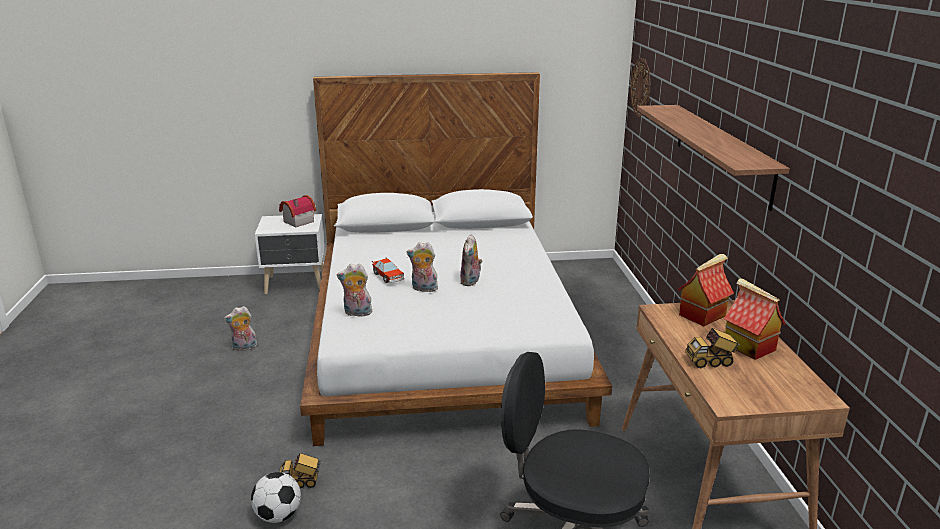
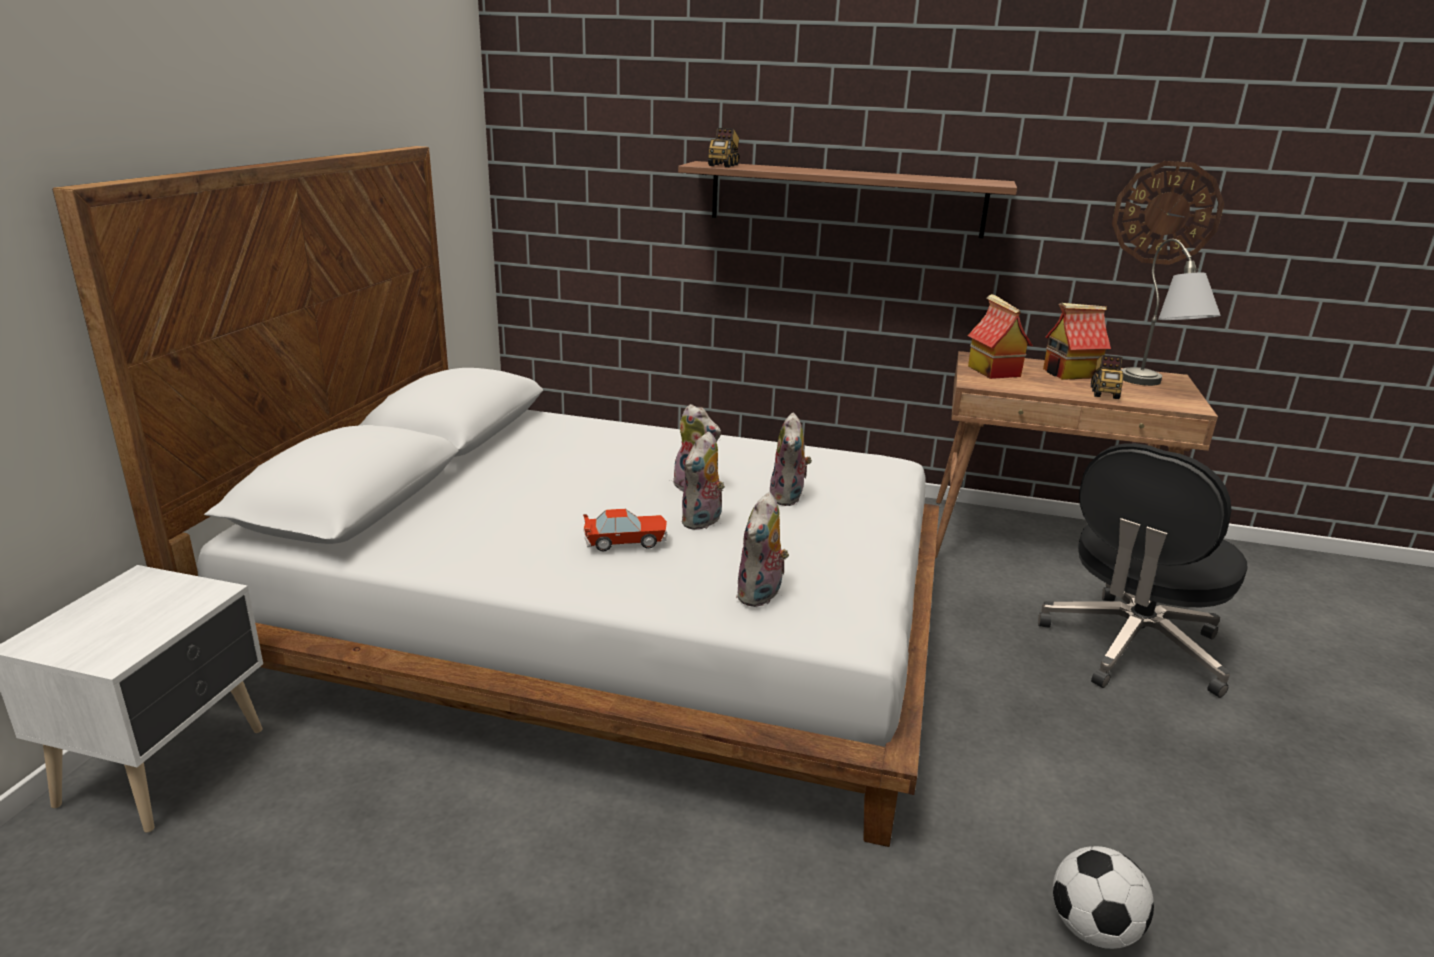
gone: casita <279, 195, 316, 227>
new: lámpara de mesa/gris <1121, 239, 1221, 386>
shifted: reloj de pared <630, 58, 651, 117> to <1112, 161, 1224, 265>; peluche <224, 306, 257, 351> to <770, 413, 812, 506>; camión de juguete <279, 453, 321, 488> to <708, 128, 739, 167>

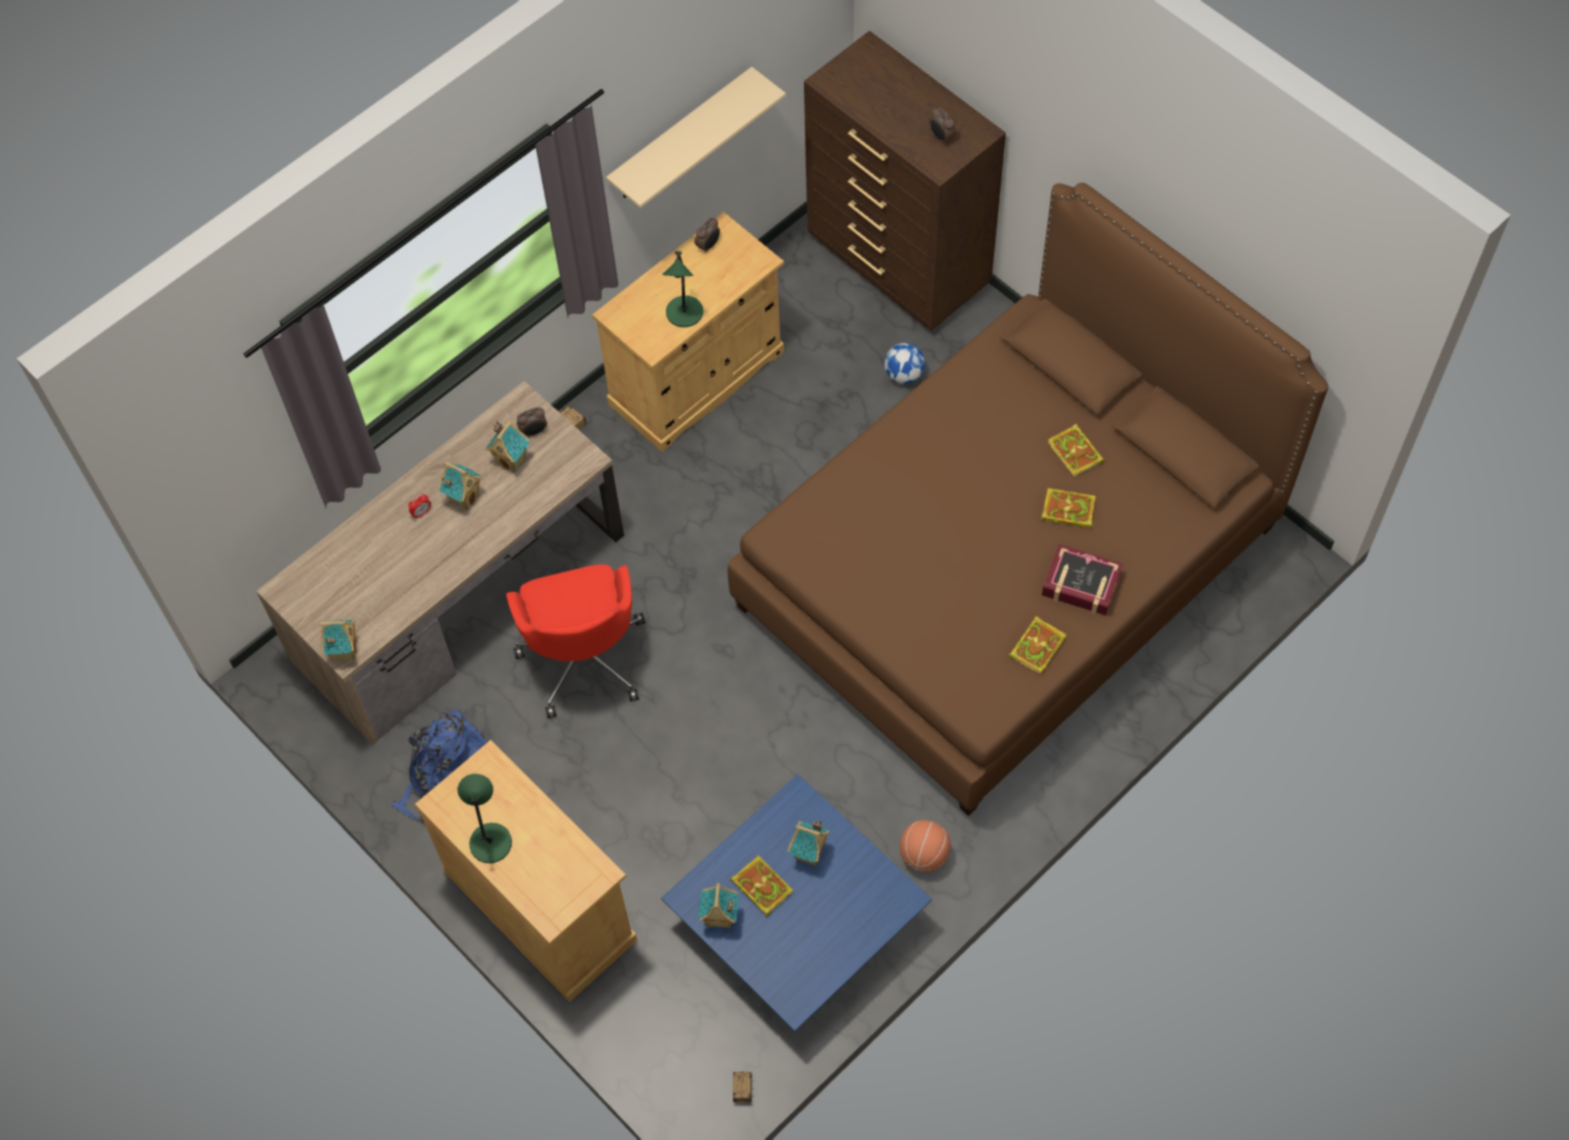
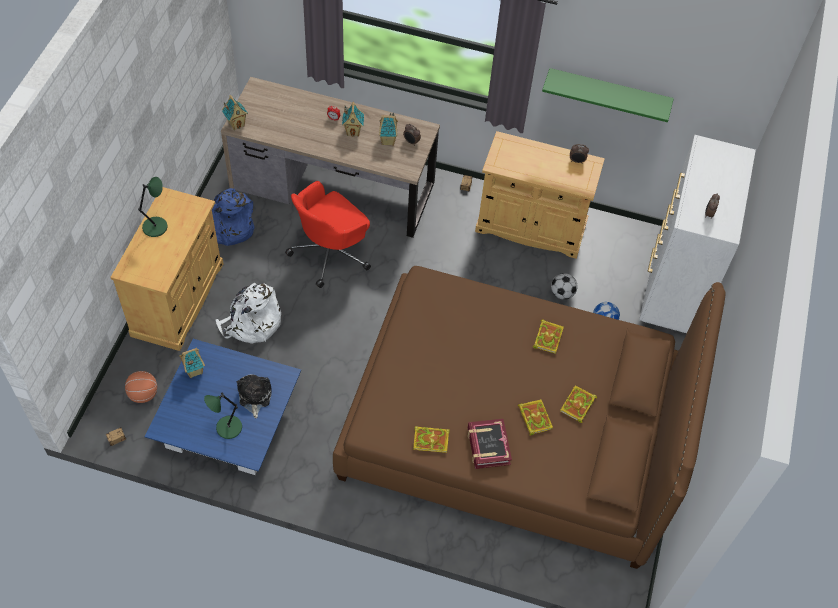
new: balón de fútbol <551, 273, 577, 300>; mochila/blanco <215, 283, 281, 344>
shifted: lámpara de mesa/verde <662, 251, 703, 327> to <204, 392, 242, 439>; balón de baloncesto <900, 820, 951, 872> to <125, 371, 157, 403>; libro <730, 856, 793, 917> to <533, 319, 564, 354>
swapped: casita <787, 820, 830, 866> to peluche <237, 375, 272, 418>
repainted: cómoda/marrón <804, 31, 1006, 331> to cómoda/blanco <639, 135, 756, 333>; estante/beis <606, 67, 786, 208> to estante/verde <542, 68, 674, 122>

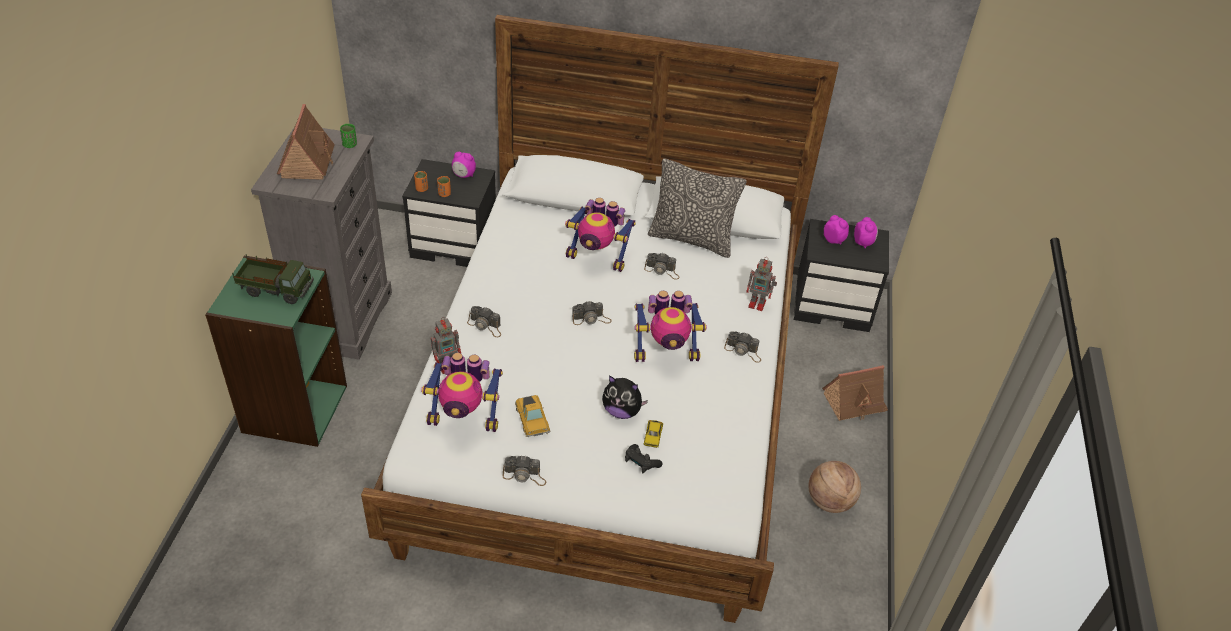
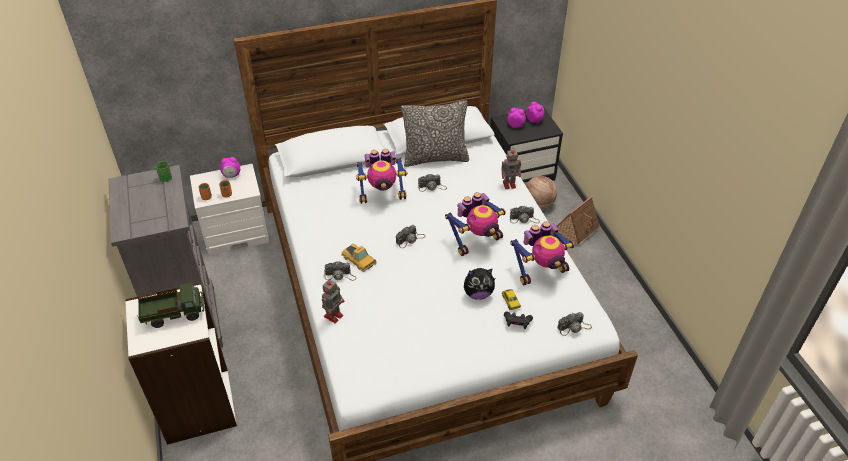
gone: casita <277, 104, 335, 180>
shifted: robot de juguete <421, 353, 503, 432> to <510, 222, 574, 285>; coche de juguete <515, 395, 551, 437> to <341, 244, 377, 272>; cámara <503, 456, 546, 486> to <557, 312, 592, 336>; balón de baloncesto <808, 461, 861, 513> to <526, 176, 557, 209>
repainted: mesita de noche/negro <402, 159, 496, 267> to mesita de noche/blanco <190, 164, 269, 255>; estantería/verde <205, 255, 347, 447> to estantería/blanco <125, 282, 237, 445>

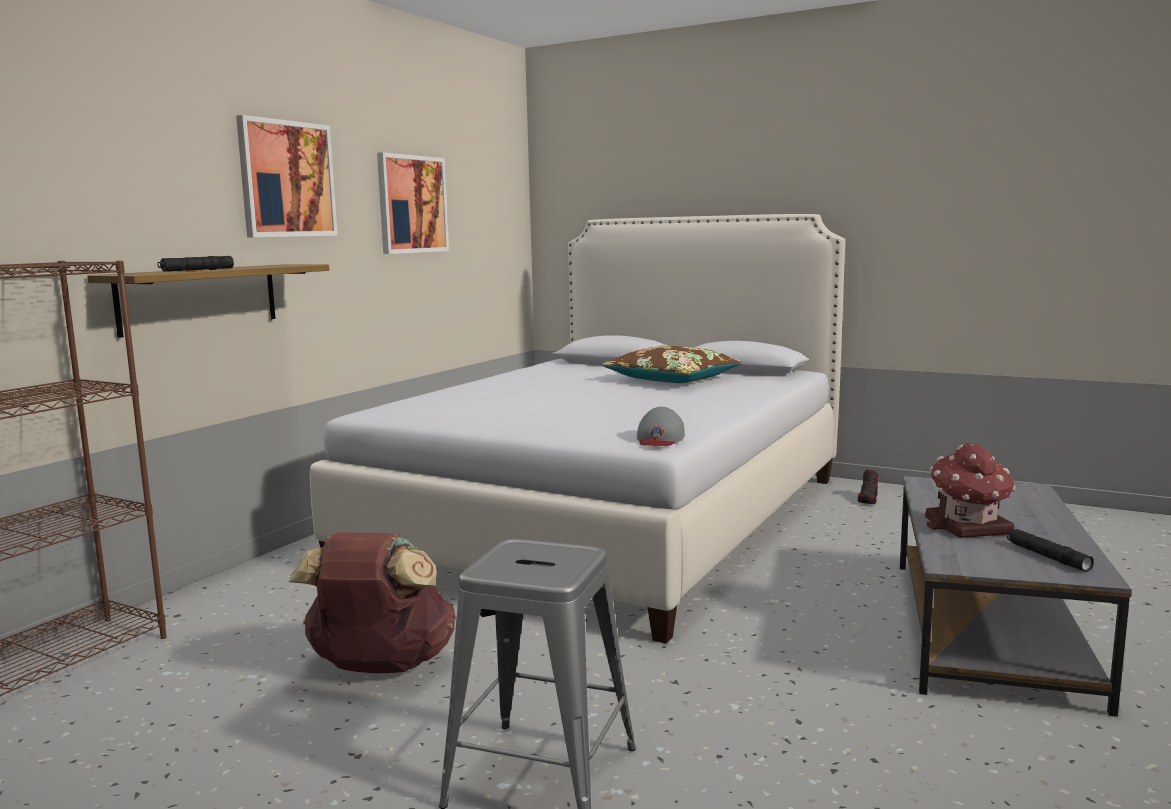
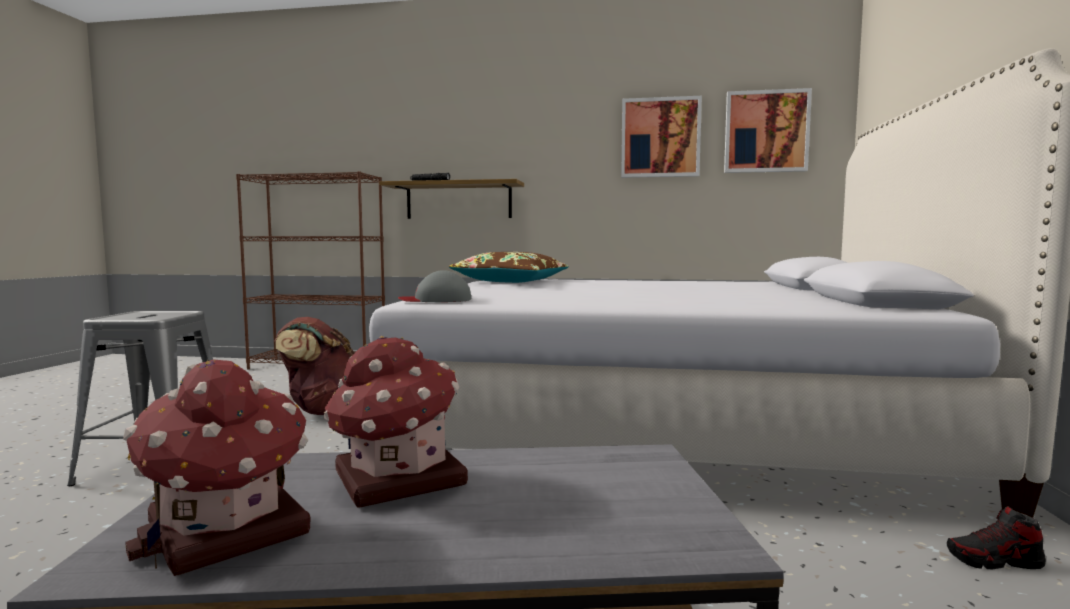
shifted: cuadro <236, 115, 338, 238> to <724, 88, 812, 173>; cojín/marrón <602, 346, 743, 383> to <449, 252, 569, 283>
swapped: linterna/negro <1007, 529, 1094, 572> to casita <123, 359, 310, 576>

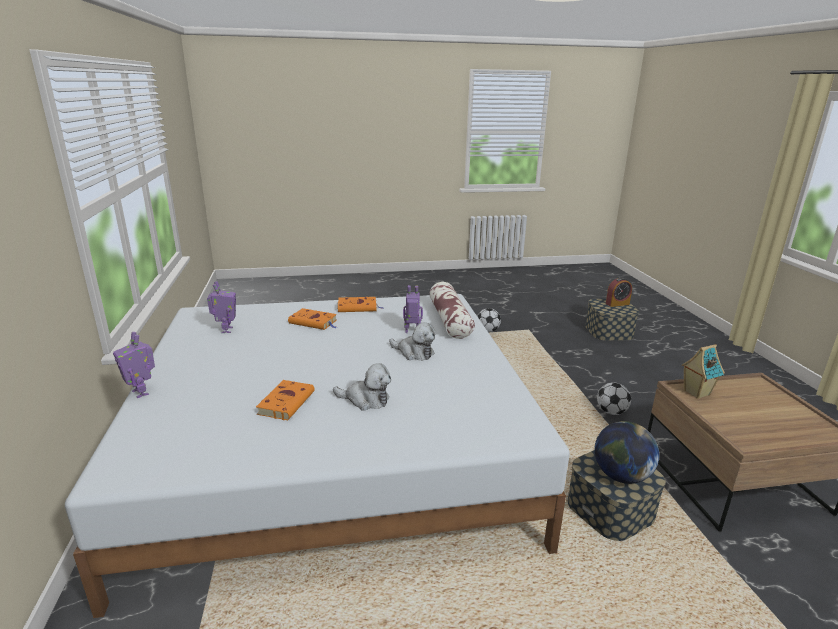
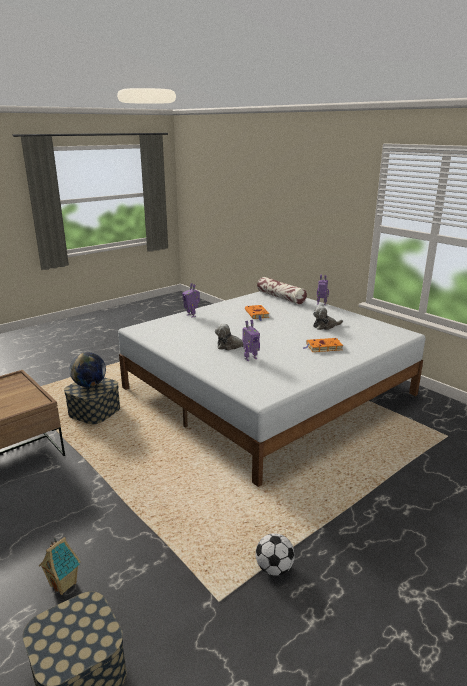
gone: despertador <606, 278, 632, 307>; libro/naranja <337, 297, 383, 312>; balón de fútbol <597, 382, 631, 415>
shifted: robot de juguete <207, 281, 236, 333> to <182, 283, 200, 318>; cojín <430, 282, 475, 339> to <257, 277, 307, 305>; casita <682, 344, 725, 399> to <39, 537, 81, 595>; peluche <333, 363, 391, 411> to <313, 306, 343, 330>

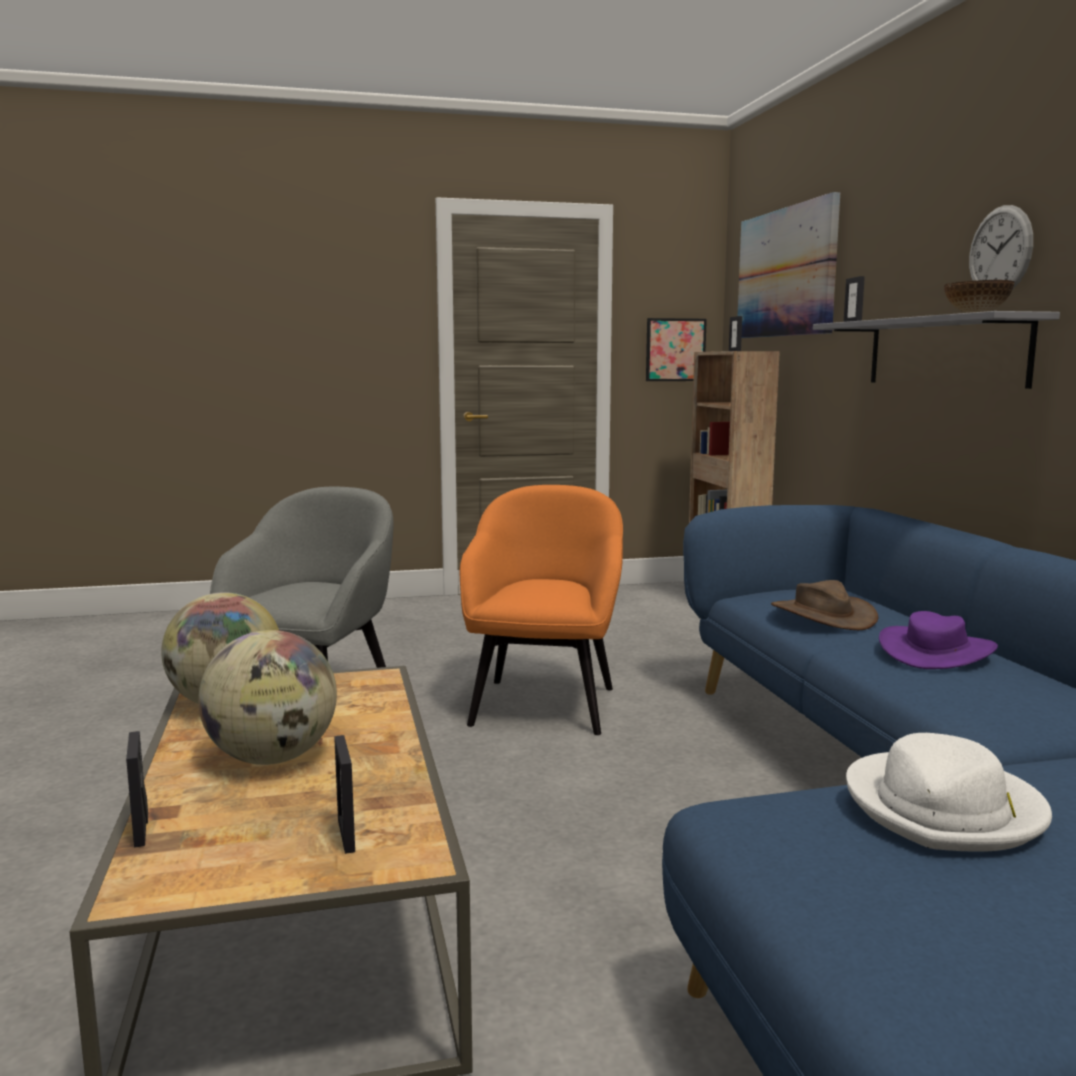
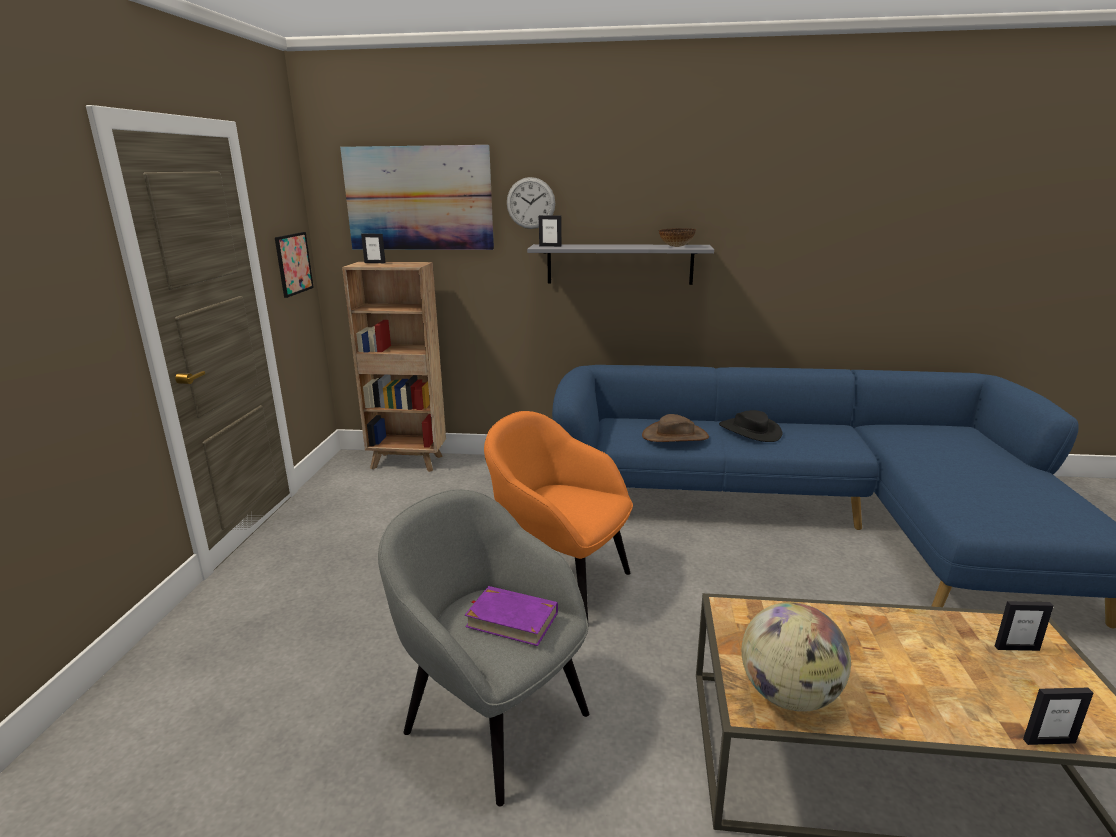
gone: globo terráqueo <198, 630, 337, 765>; sombrero/blanco <846, 733, 1052, 852>
new: libro/morado <465, 586, 558, 646>
shifted: reloj de pared <969, 205, 1033, 289> to <507, 177, 555, 229>
repainted: sombrero/morado <879, 611, 998, 669> to sombrero/negro <719, 410, 782, 442>

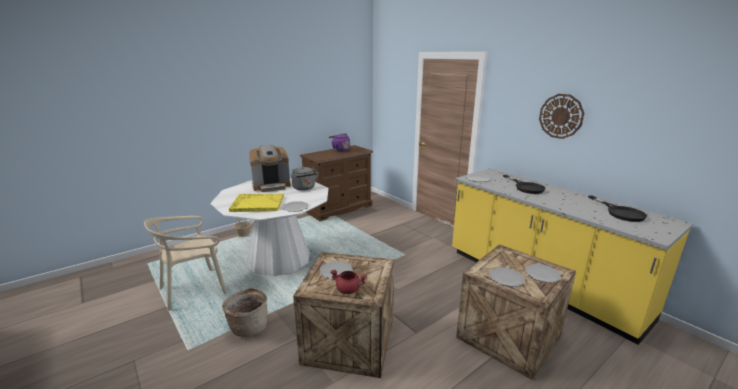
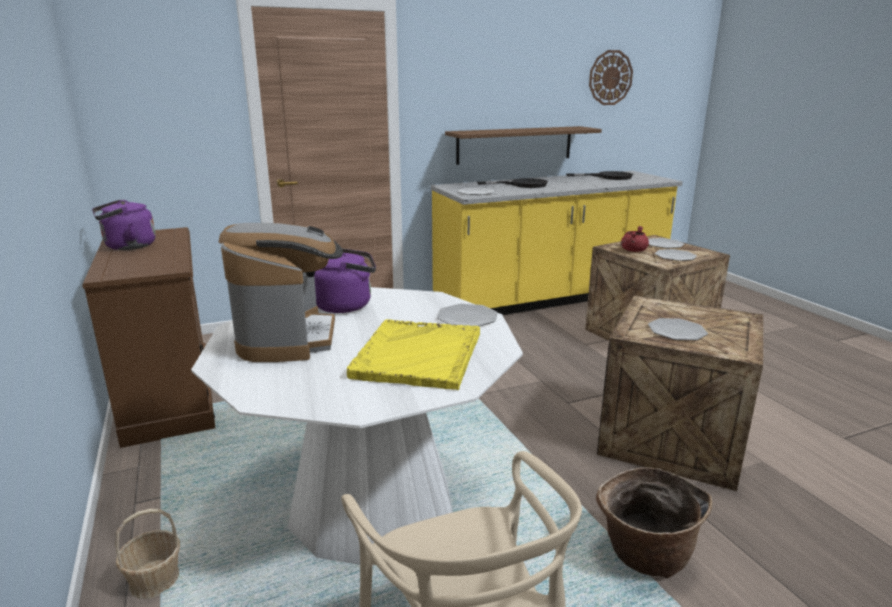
new: estante/marrón <445, 126, 602, 165>
shifted: reloj de pared <539, 94, 584, 139> to <589, 50, 633, 105>; olla/rojo <330, 270, 367, 294> to <621, 226, 649, 252>
repainted: hervidor/gris <291, 167, 319, 191> to hervidor/morado <314, 248, 376, 313>

